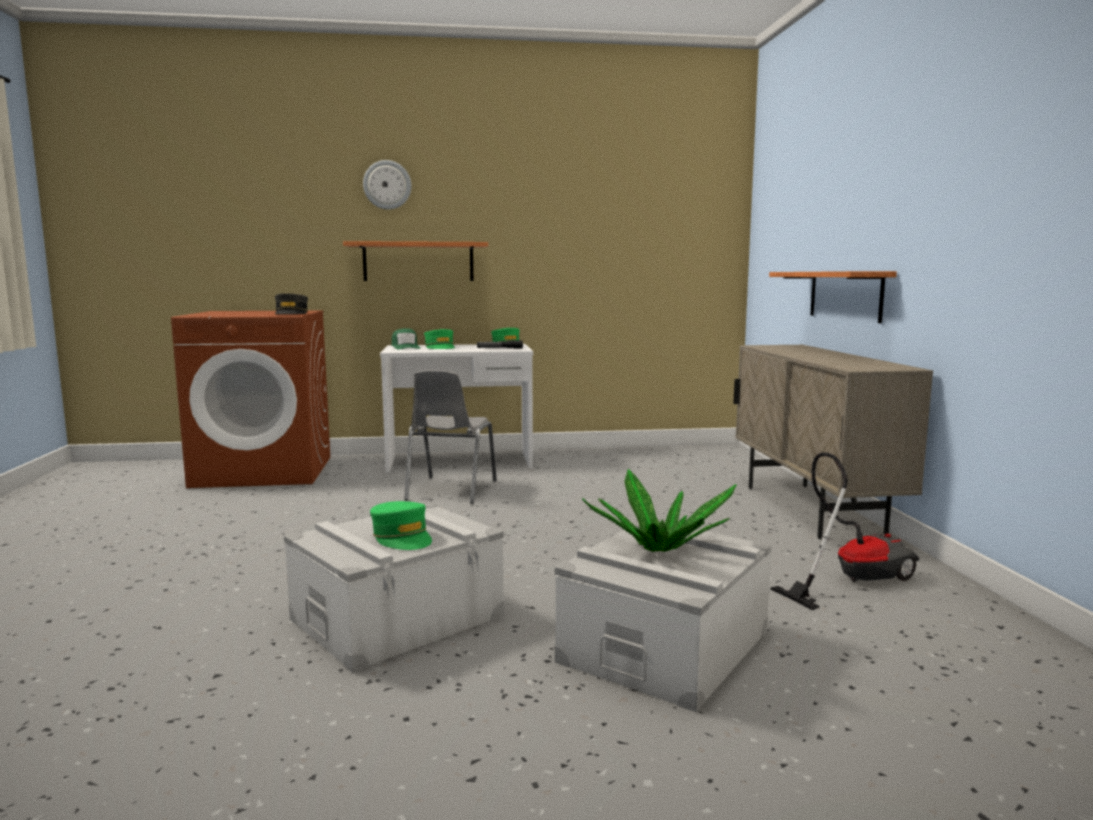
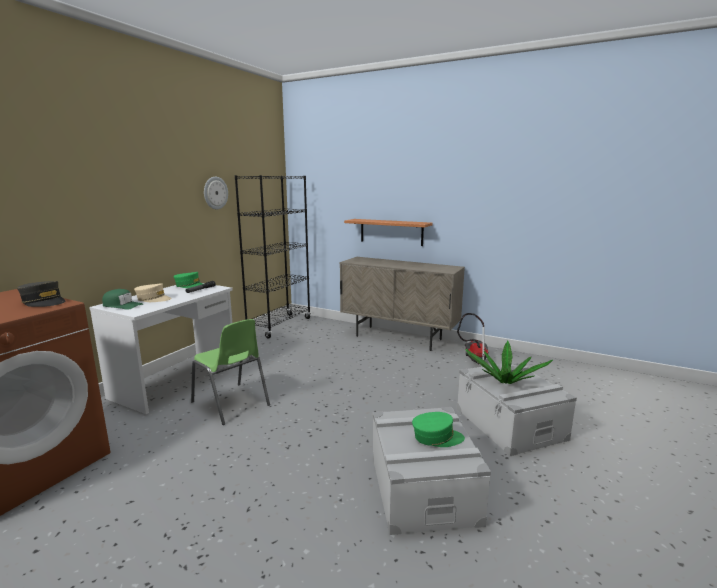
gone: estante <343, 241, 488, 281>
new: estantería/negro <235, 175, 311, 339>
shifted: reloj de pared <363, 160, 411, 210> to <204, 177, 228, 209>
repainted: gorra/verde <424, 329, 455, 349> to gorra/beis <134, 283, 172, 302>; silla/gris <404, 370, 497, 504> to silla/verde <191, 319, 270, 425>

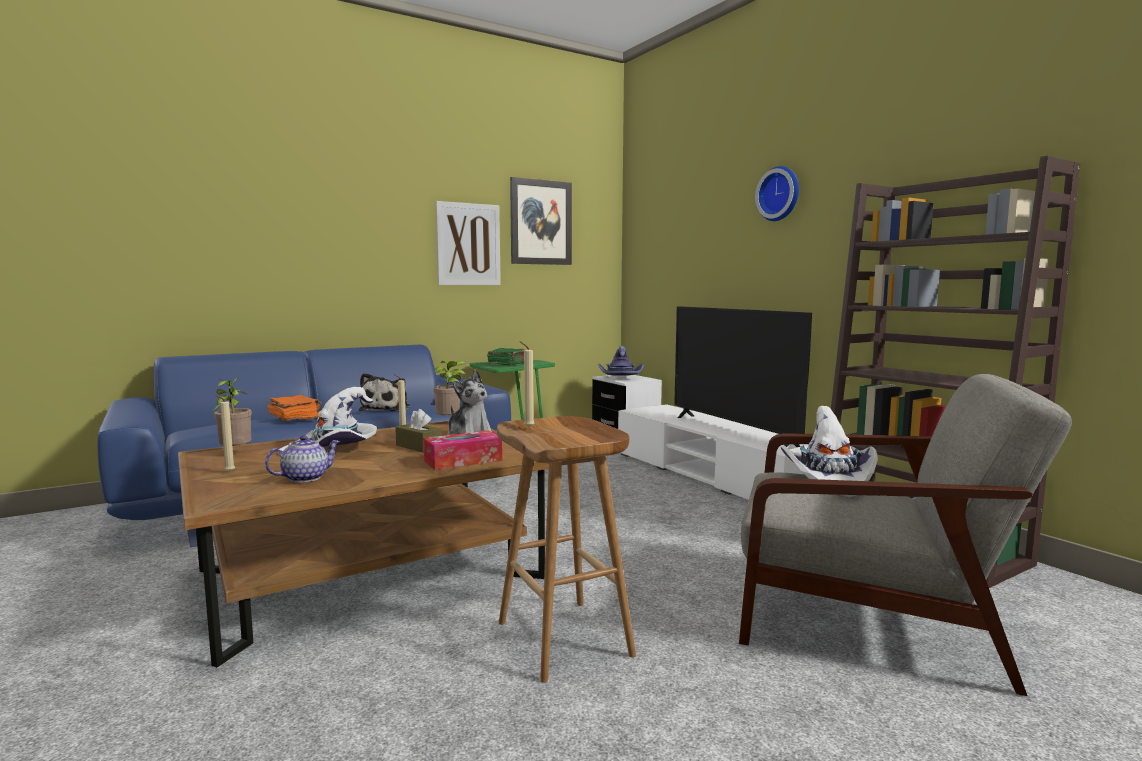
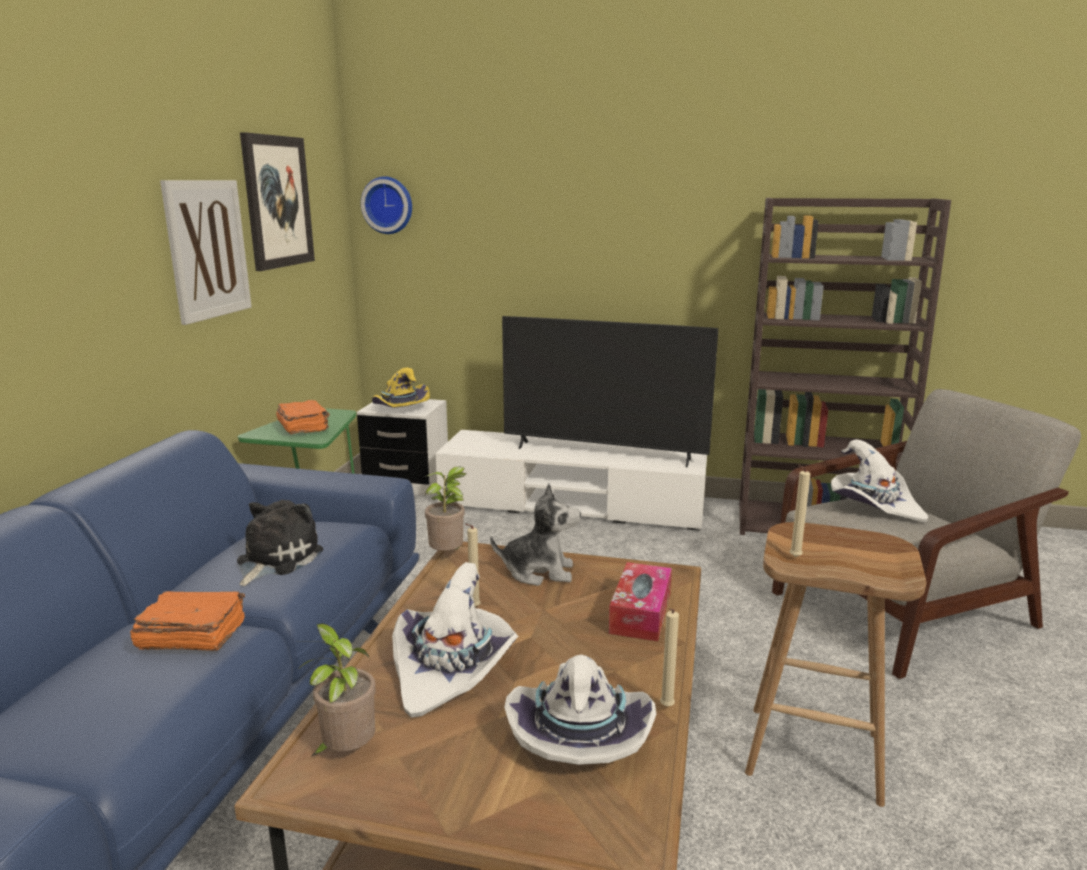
gone: caja de pañuelos/marrón <395, 409, 442, 453>
shifted: reloj de pared <755, 166, 799, 221> to <361, 176, 412, 234>; vela/beis <215, 395, 235, 472> to <660, 608, 679, 707>
swapped: tetera <265, 435, 340, 483> to sombrero/blanco <504, 654, 656, 765>
repainted: sombrero/morado <598, 346, 644, 376> to sombrero/amarillo <372, 368, 430, 408>; libro/verde <487, 348, 524, 365> to libro/naranja <276, 400, 330, 434>
rotated: peluche <359, 373, 410, 411> = <237, 500, 323, 586> 120 degrees counterclockwise

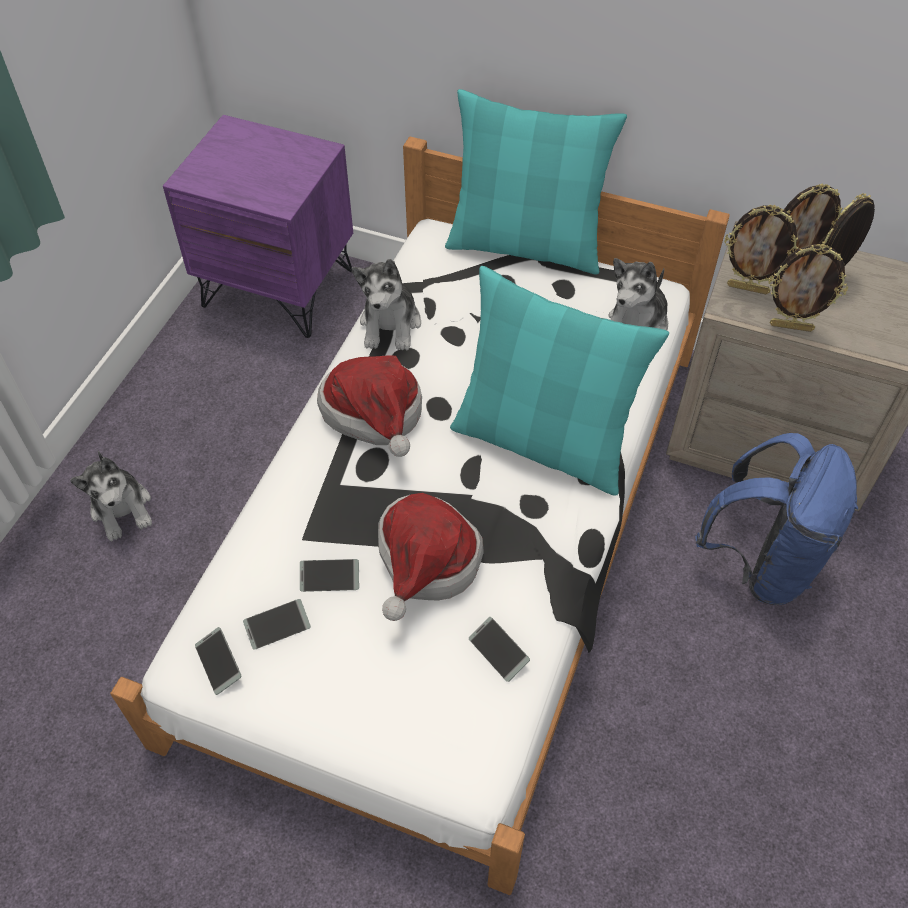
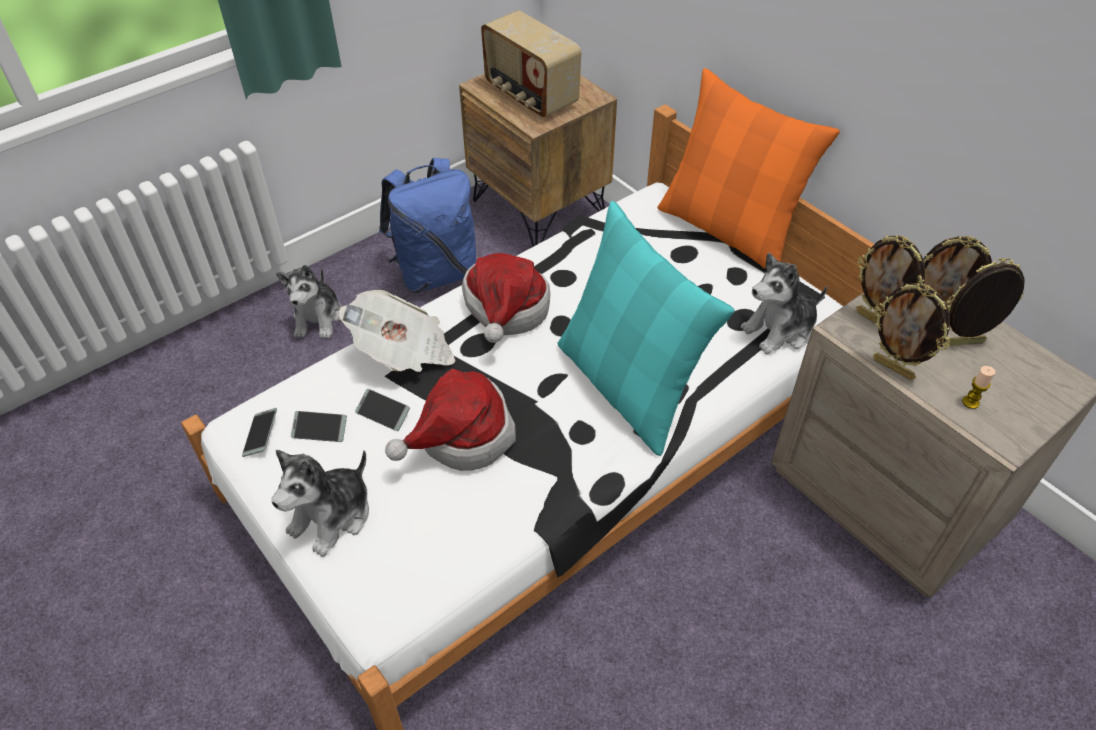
gone: móvil <469, 617, 530, 682>
new: radio <481, 10, 581, 117>; periódico <339, 290, 456, 372>; vela <962, 366, 995, 409>
shifted: peluche <352, 259, 421, 351> to <271, 450, 369, 557>; mochila/azul <695, 433, 858, 605> to <379, 158, 476, 293>
repainted: cojín/turquesa <445, 89, 627, 275> to cojín/naranja <657, 68, 840, 269>; mesita de noche/morado <163, 115, 353, 338> to mesita de noche/marrón <459, 73, 617, 247>

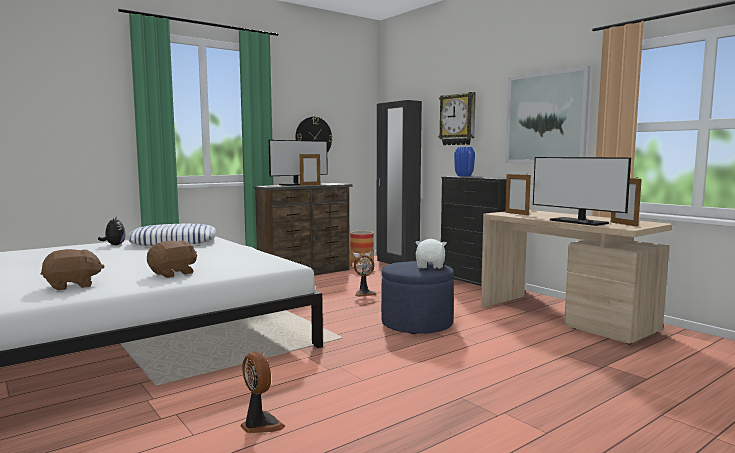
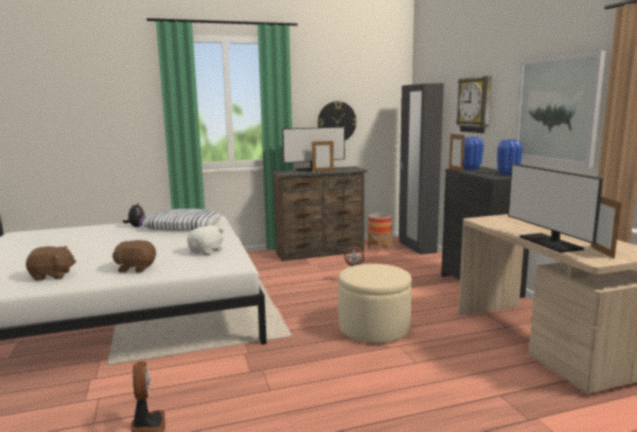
new: florero/azul <497, 140, 523, 175>
shifted: portarretratos <505, 174, 531, 215> to <449, 133, 465, 172>; peluche/blanco <415, 239, 447, 269> to <187, 225, 224, 255>
repainted: puf/azul <381, 261, 454, 334> to puf/beis <338, 264, 412, 343>
rotated: peluche/marrón <147, 240, 197, 278> = <112, 240, 156, 273> 150 degrees counterclockwise

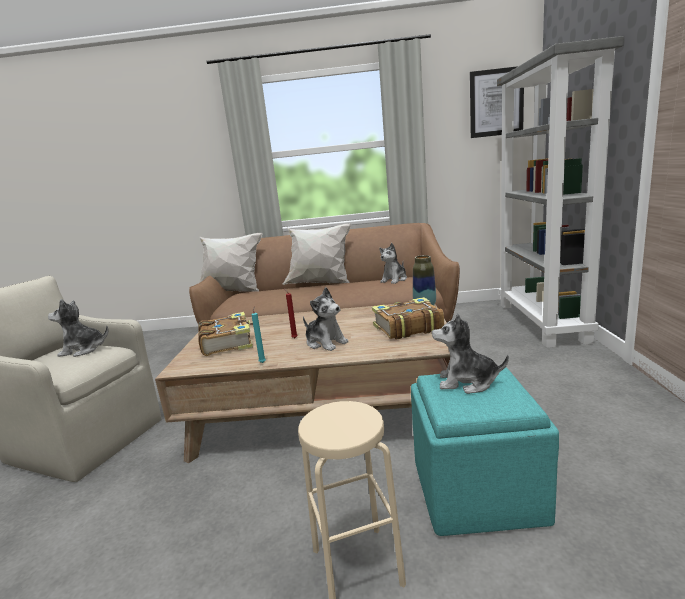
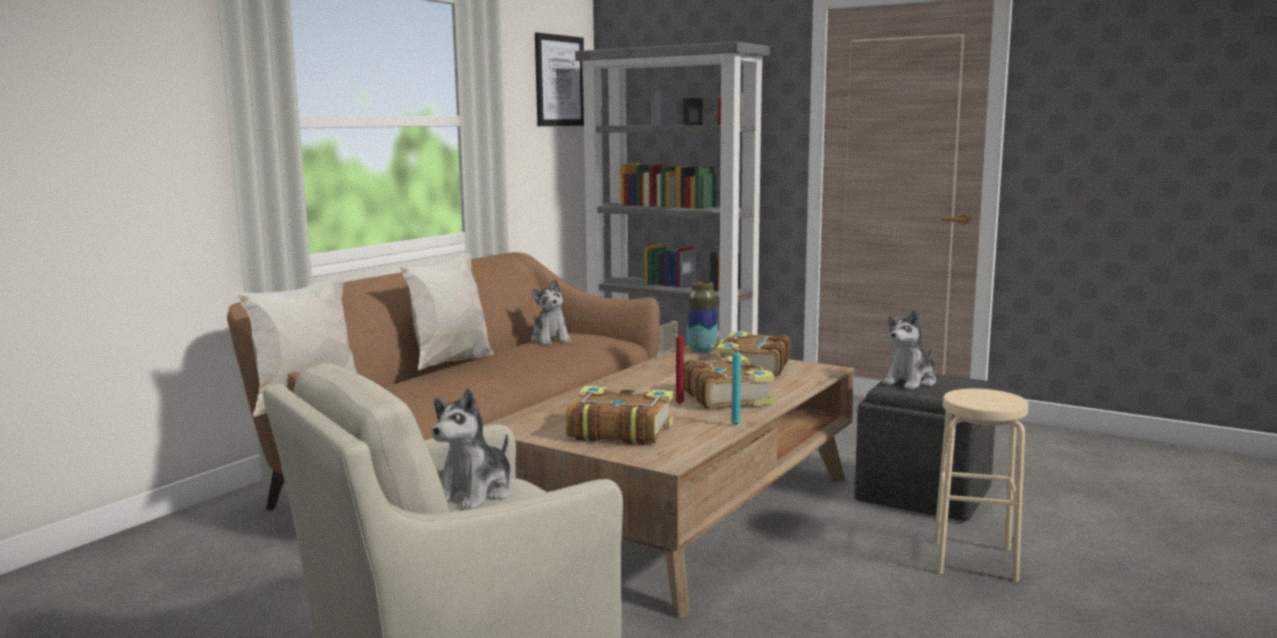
swapped: peluche <303, 287, 349, 351> to libro <684, 355, 774, 408>
repainted: puf/turquesa <411, 368, 559, 536> to puf/gris <854, 374, 995, 521>

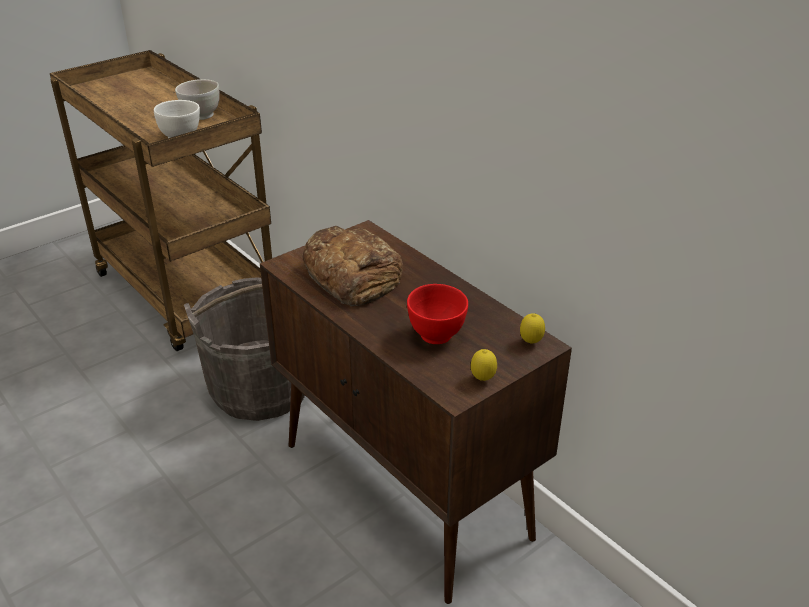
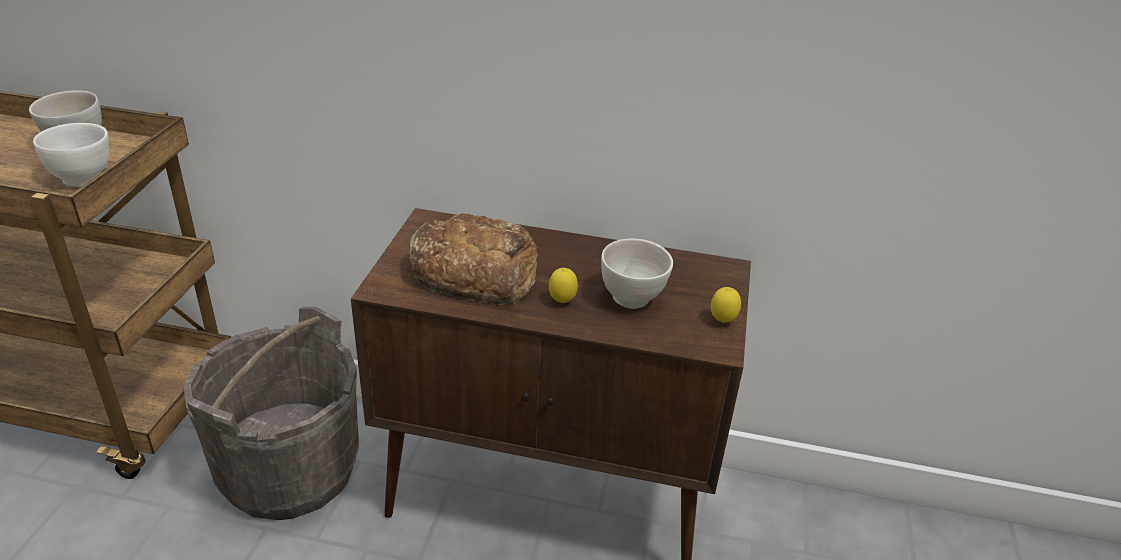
shifted: limón <520, 313, 545, 344> to <549, 268, 578, 303>
repainted: cuenco/rojo <407, 284, 468, 344> to cuenco/blanco <601, 239, 673, 309>

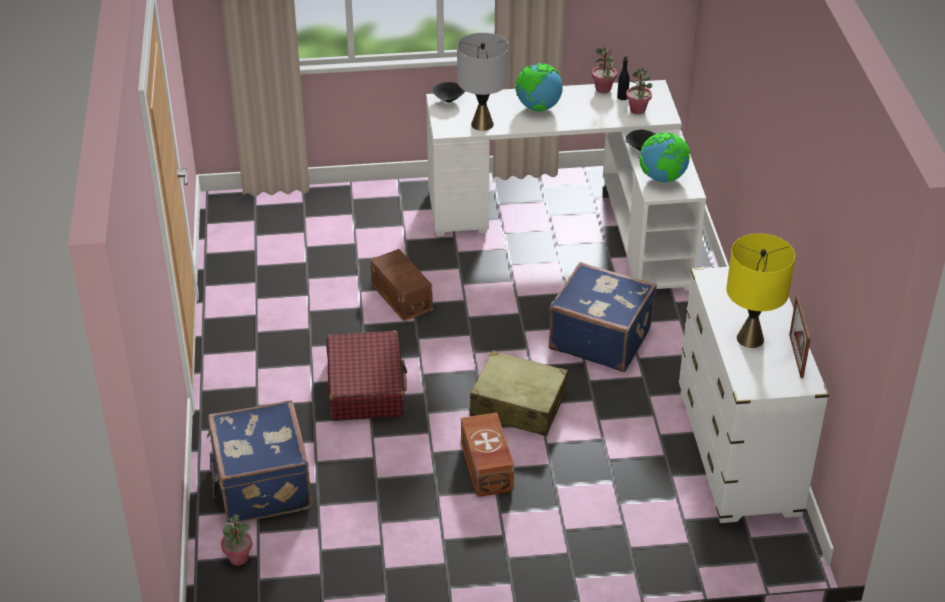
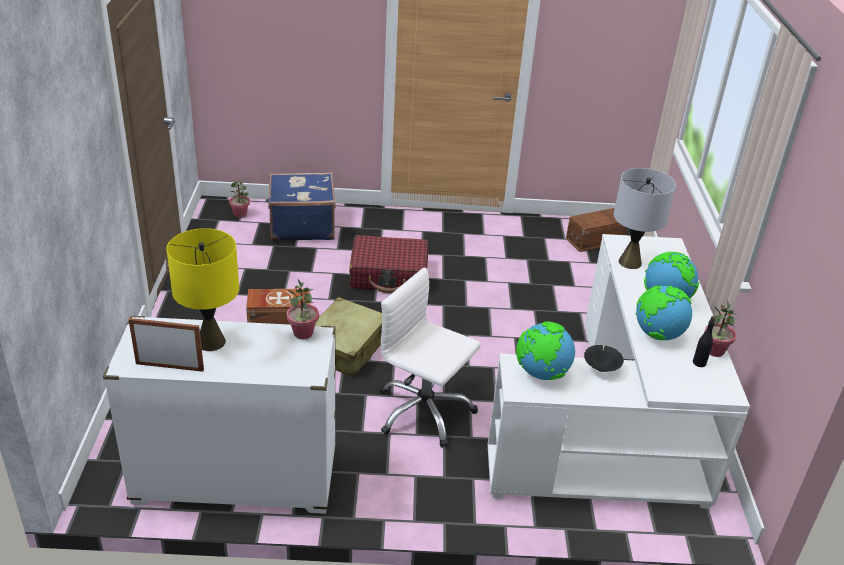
gone: cuenco/negro <433, 82, 465, 103>
new: globo terráqueo <636, 286, 692, 340>
shifted: planta en maceta <626, 67, 652, 115> to <287, 280, 319, 339>; caja de almacenaje/marrón <370, 249, 433, 321> to <566, 208, 627, 252>
swapped: maleta/azul <549, 262, 657, 372> to silla de oficina/blanco <380, 267, 481, 448>

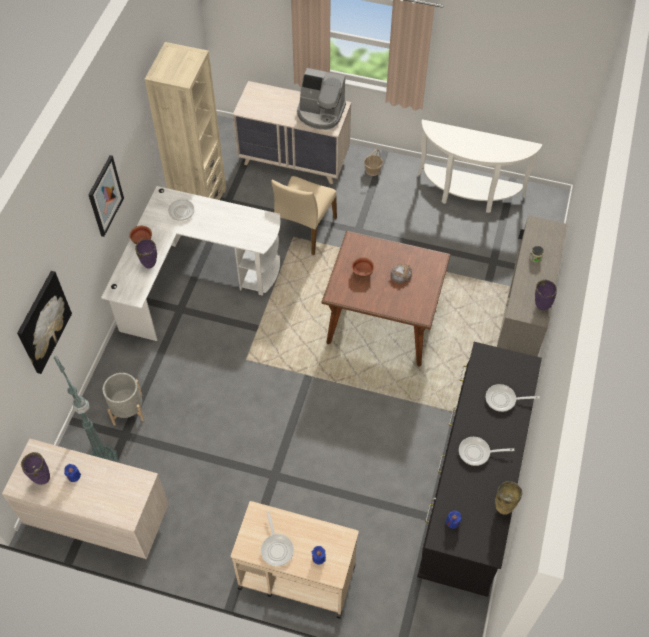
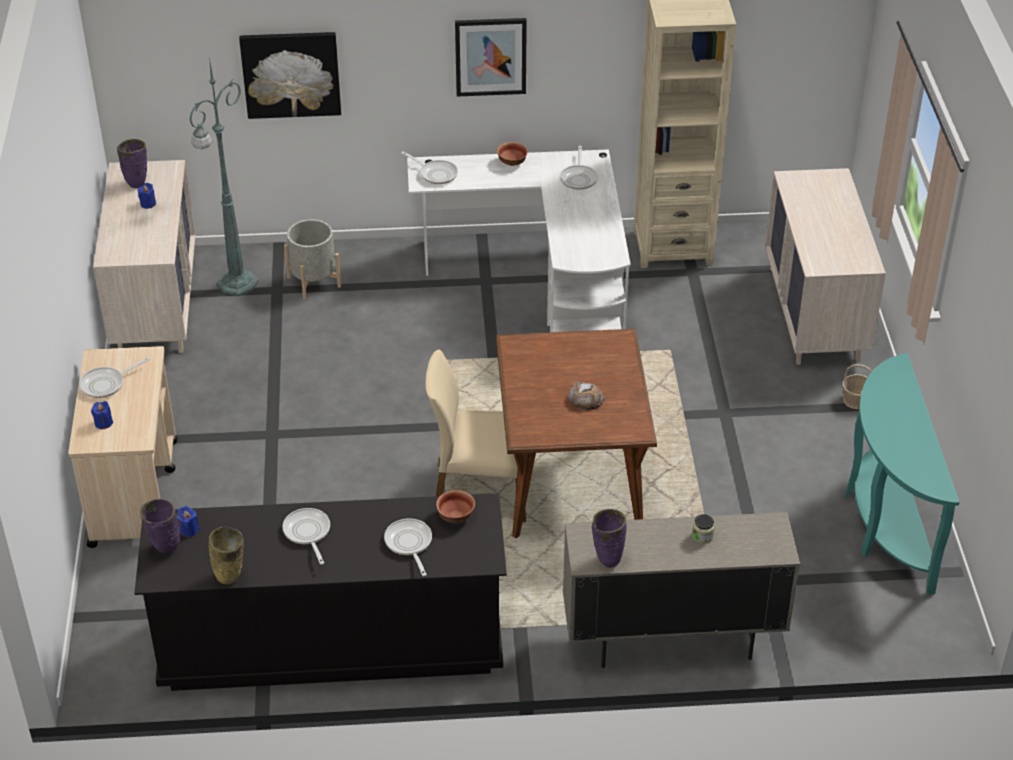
gone: cafetera <297, 68, 346, 130>
new: sartén <401, 152, 458, 184>
shifted: silla/beis <271, 176, 337, 255> to <425, 349, 526, 522>; florero/morado <135, 239, 157, 269> to <140, 499, 180, 553>; cuenco <352, 257, 374, 278> to <436, 490, 475, 523>
repainted: mesa consola/blanco <418, 119, 542, 213> to mesa consola/turquesa <845, 353, 960, 595>

